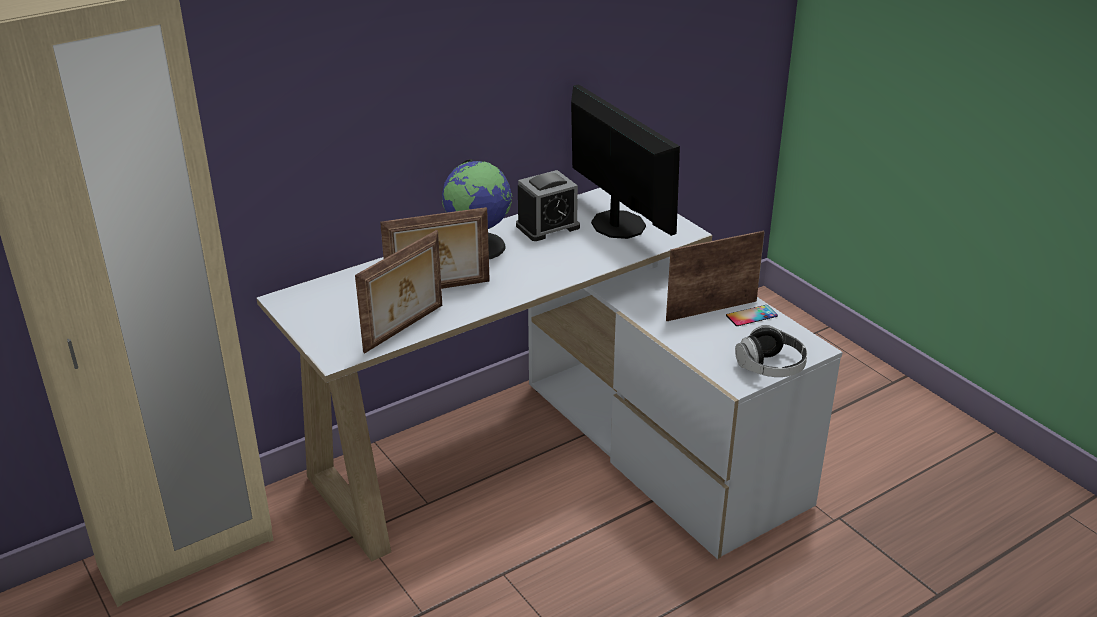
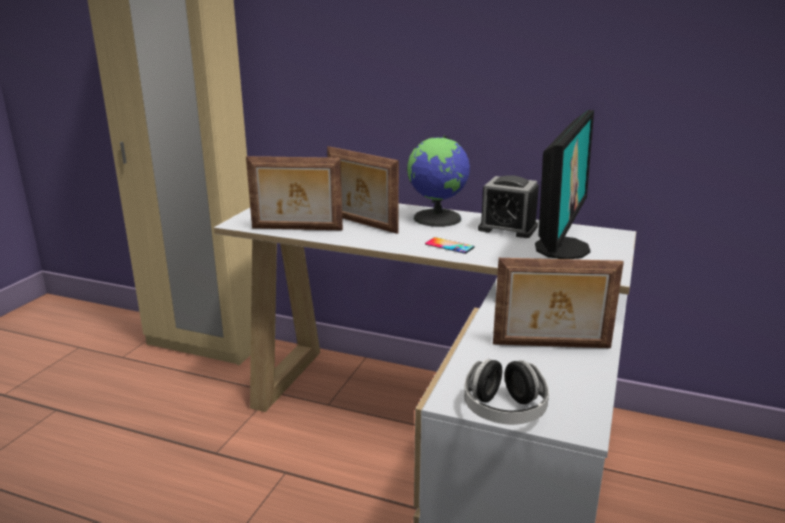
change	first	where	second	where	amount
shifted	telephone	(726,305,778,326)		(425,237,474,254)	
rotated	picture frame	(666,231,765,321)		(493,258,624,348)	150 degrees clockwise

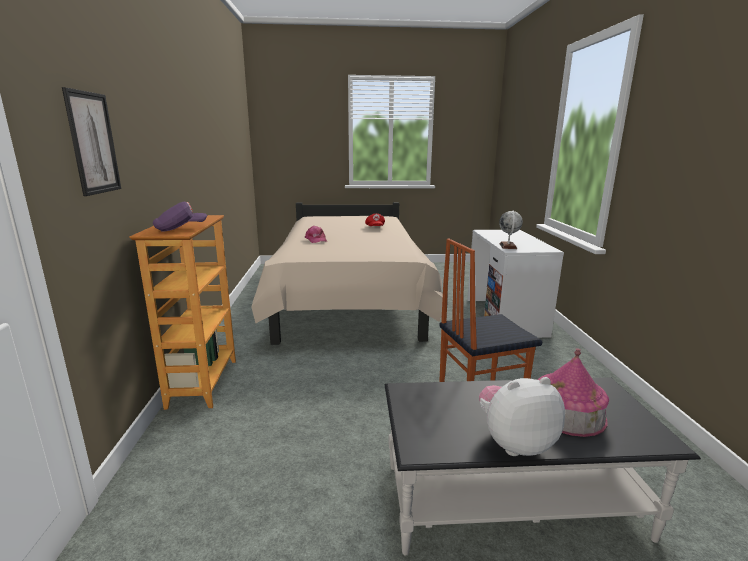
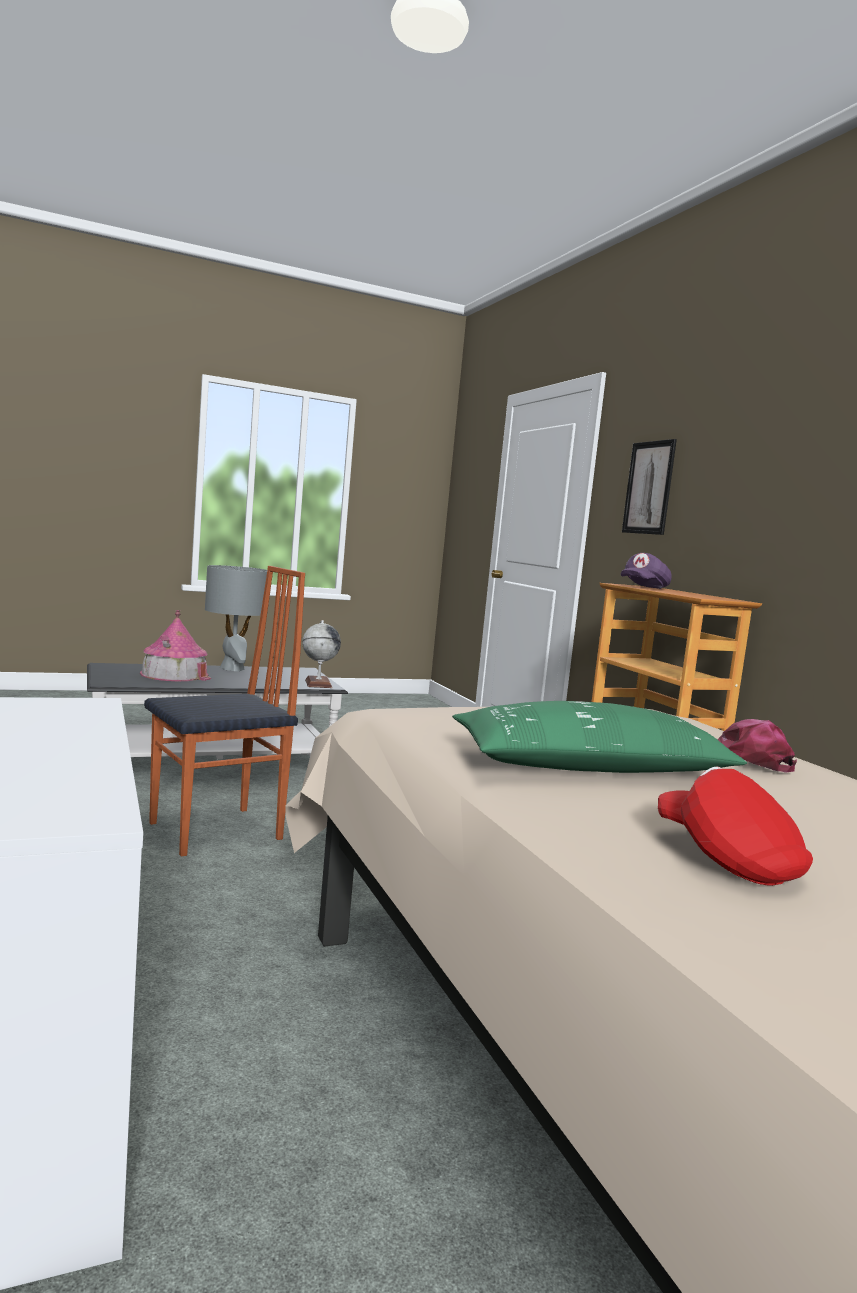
change	first	where	second	where	amount
new			green-coloured throw pillow	(452,701,747,773)	
shifted	world globe	(499,211,523,249)		(302,620,341,688)	
swapped	soft toy	(479,377,565,456)	grey table lamp	(205,565,267,671)	

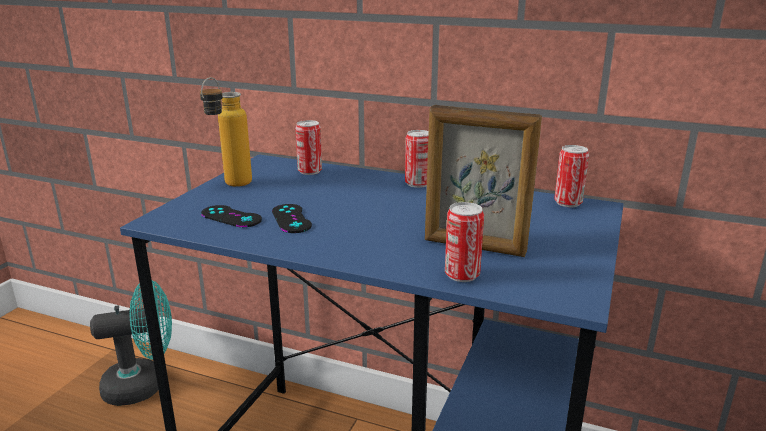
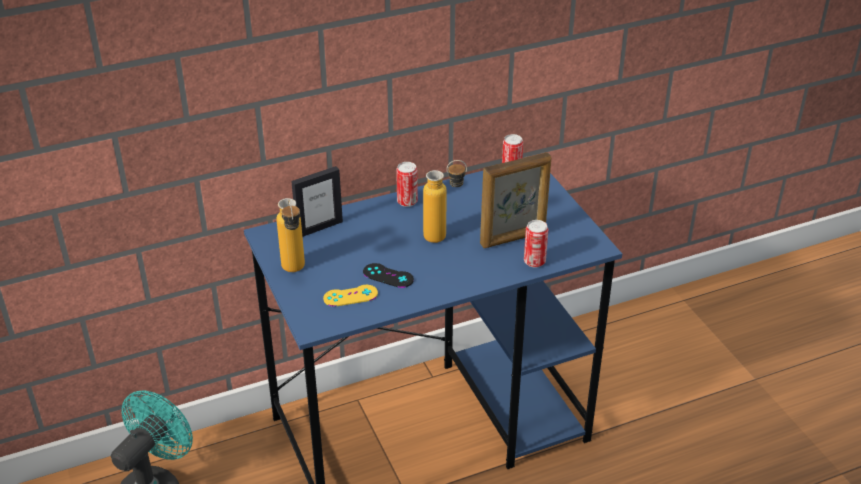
change	first	where	second	where	amount
new			beverage bottle	(423,160,467,243)	
swapped	metal can	(295,120,322,175)	picture frame	(291,166,343,237)	
repainted	black-coloured gamepad	(201,205,262,227)	yellow gamepad	(323,285,378,307)	

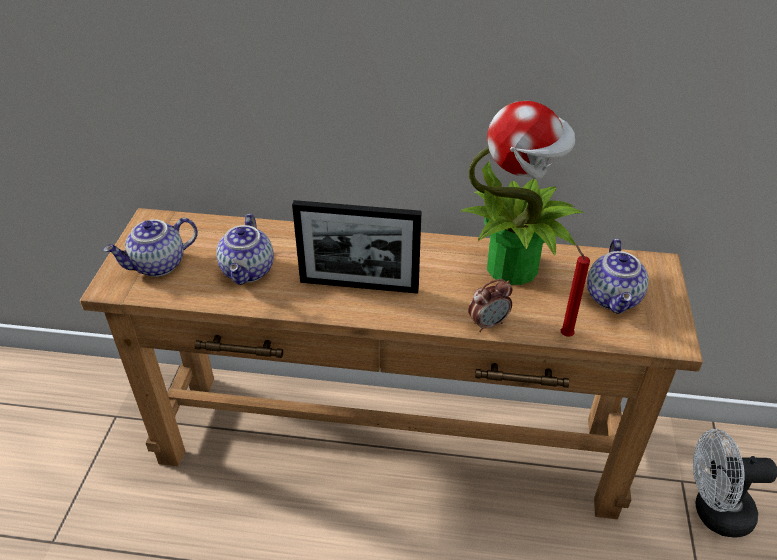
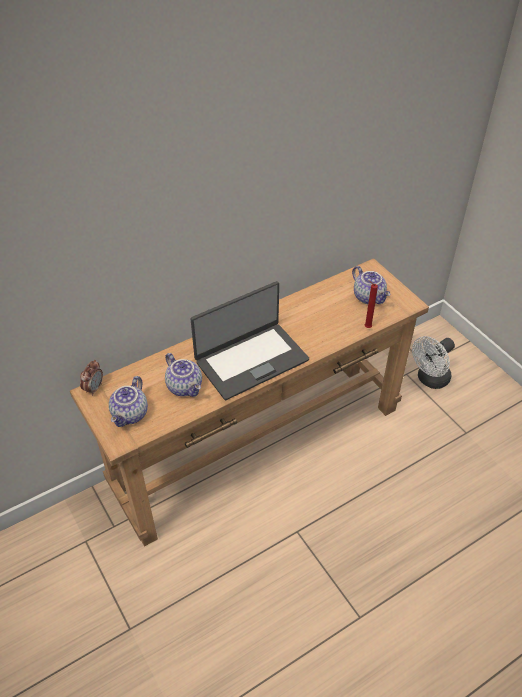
change	first	where	second	where	amount
gone	potted plant	(460,101,584,285)			
shifted	bedside clock	(468,279,513,332)		(80,360,103,396)	
swapped	picture frame	(292,200,422,294)	laptop	(191,281,309,400)	

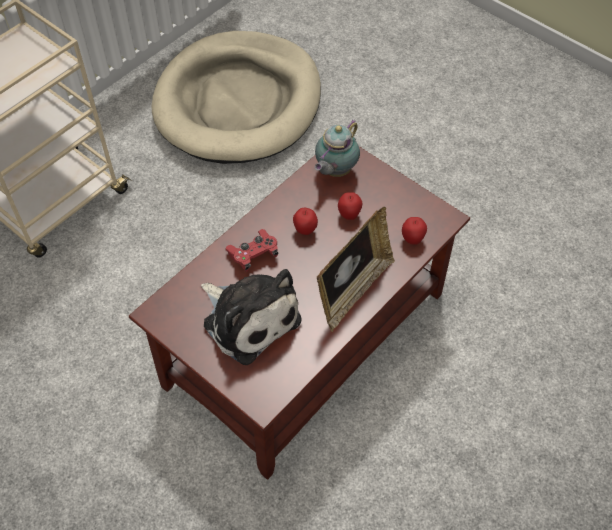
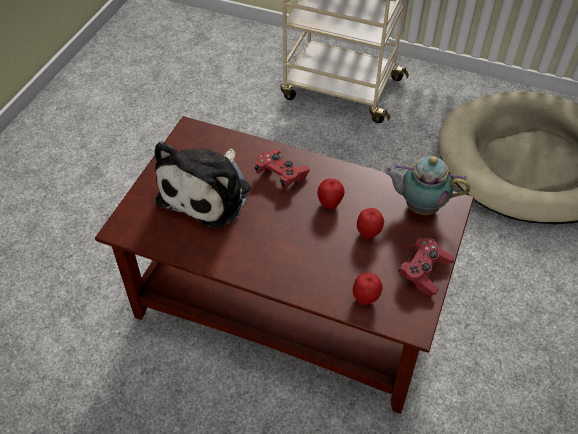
change	first	where	second	where	amount
gone	picture frame	(317,207,395,332)			
new			red gamepad	(398,238,454,296)	

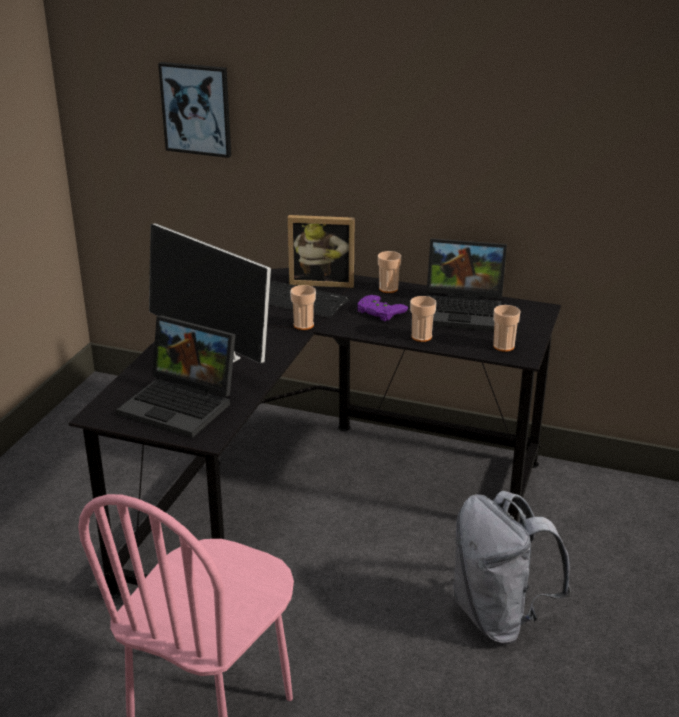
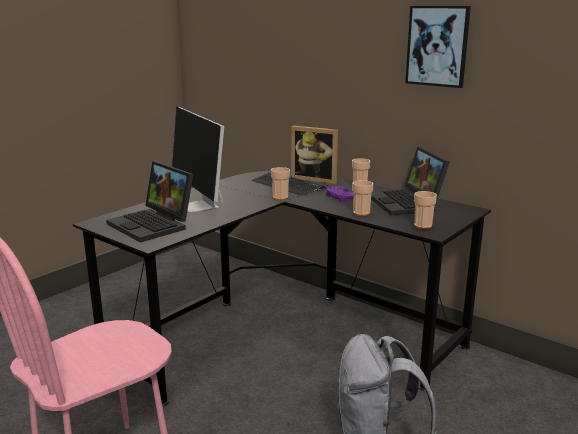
change	first	where	second	where	amount
shifted	wall art	(158,62,231,158)		(405,6,471,88)	
rotated	laptop	(427,238,507,331)		(371,147,450,215)	45 degrees clockwise

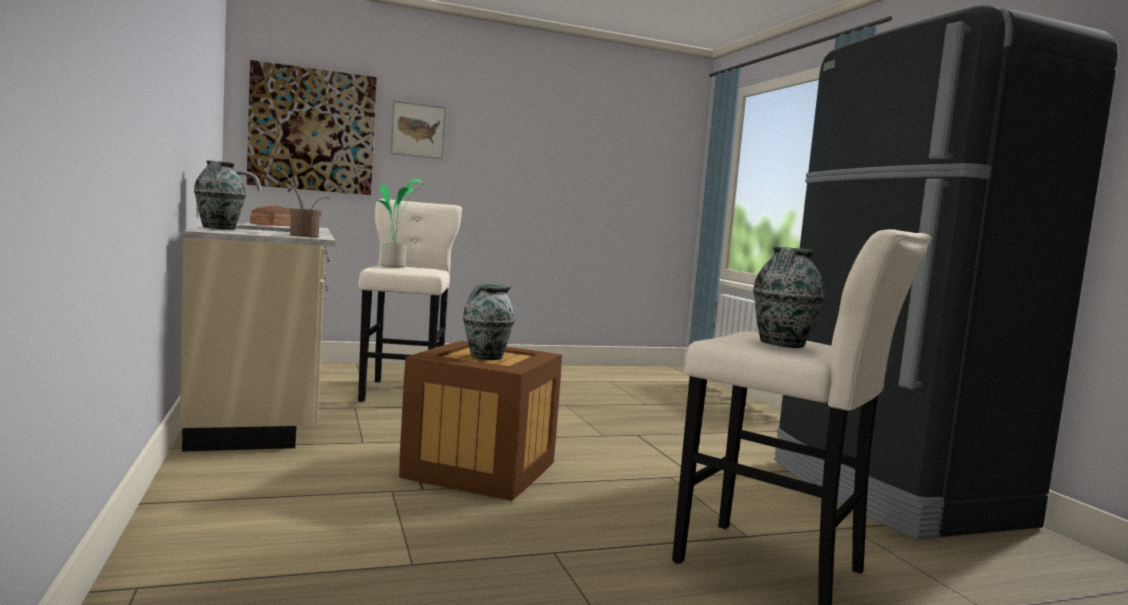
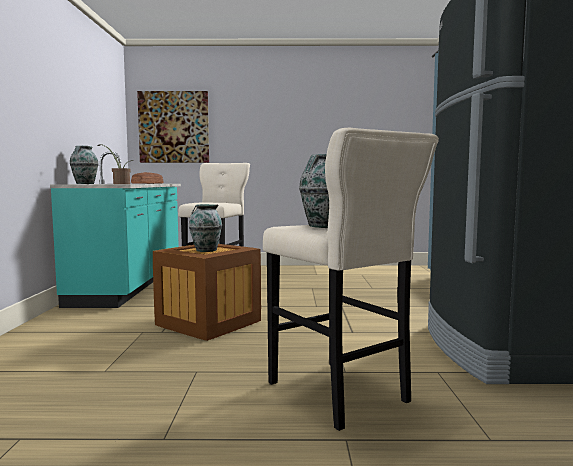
change	first	where	second	where	amount
gone	potted plant	(374,179,425,268)			
gone	wall art	(390,100,446,159)			
repainted	sand-coloured kitchen base unit	(180,170,335,451)	blue-green kitchen base unit	(50,152,181,308)	

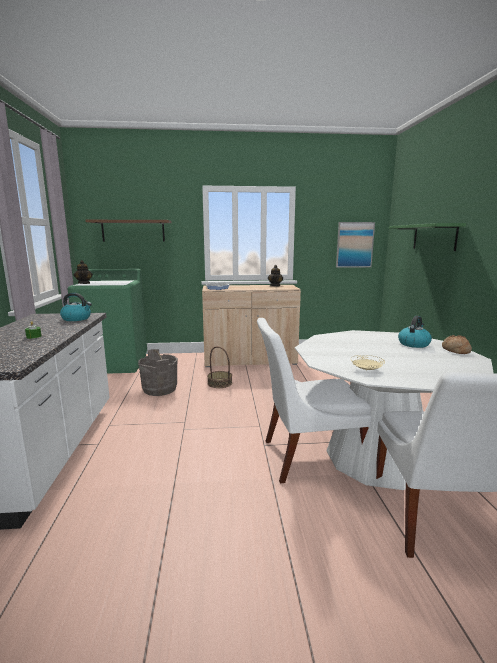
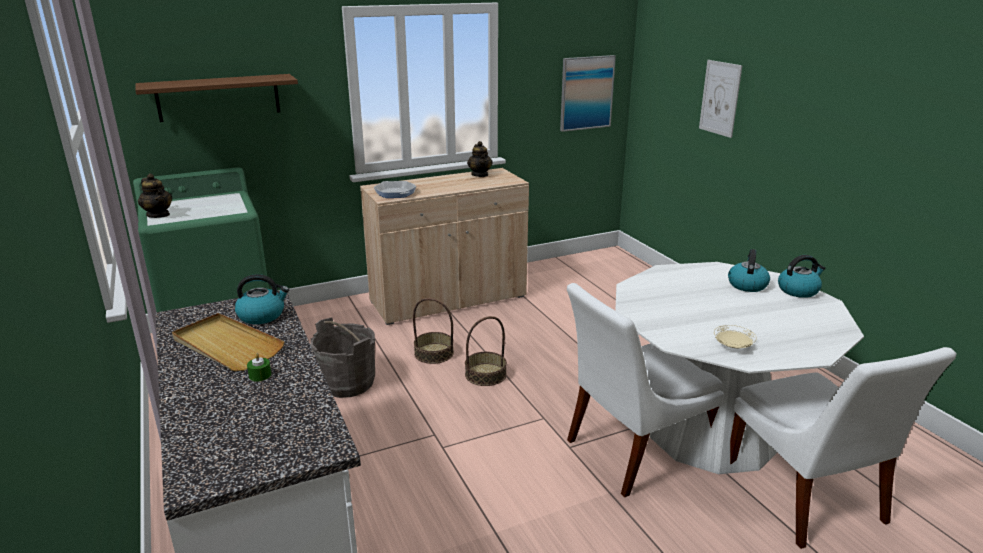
change	first	where	second	where	amount
new			sand-coloured serving tray	(172,313,285,371)	
new			basket	(465,316,507,386)	
swapped	green-coloured wall shelf	(389,223,466,251)	wall art	(699,60,742,138)	
swapped	baked bread	(442,335,472,354)	tea kettle	(778,255,825,298)	

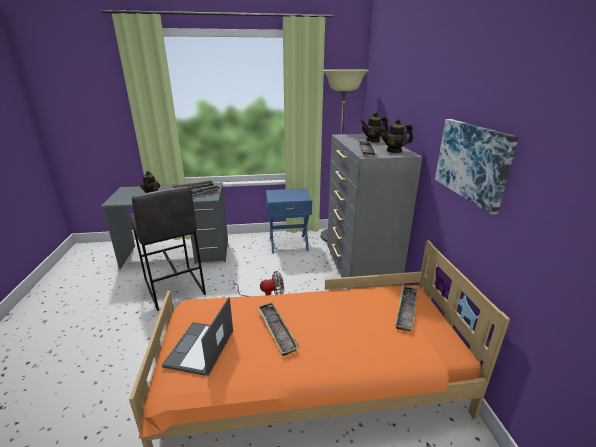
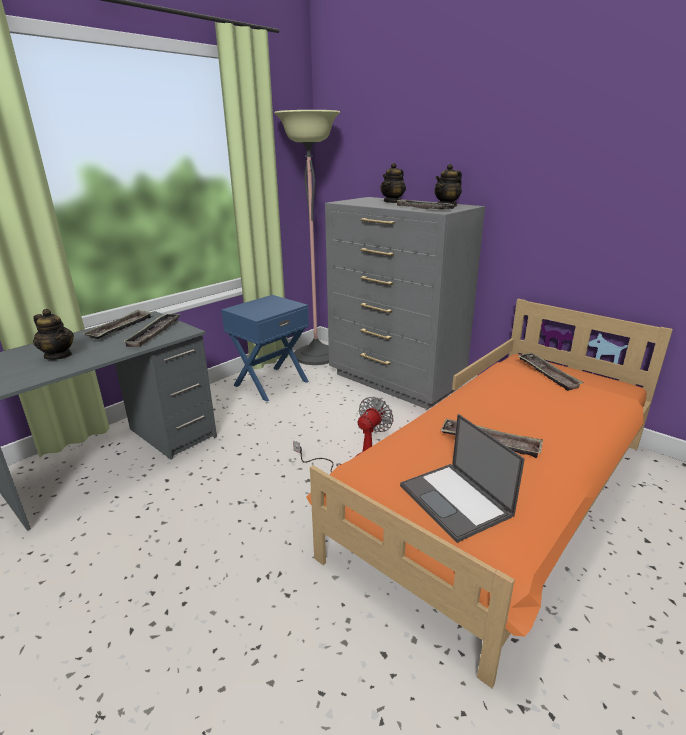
change	first	where	second	where	amount
gone	grey stool seat	(129,186,206,311)			
gone	wall art	(435,119,519,214)			

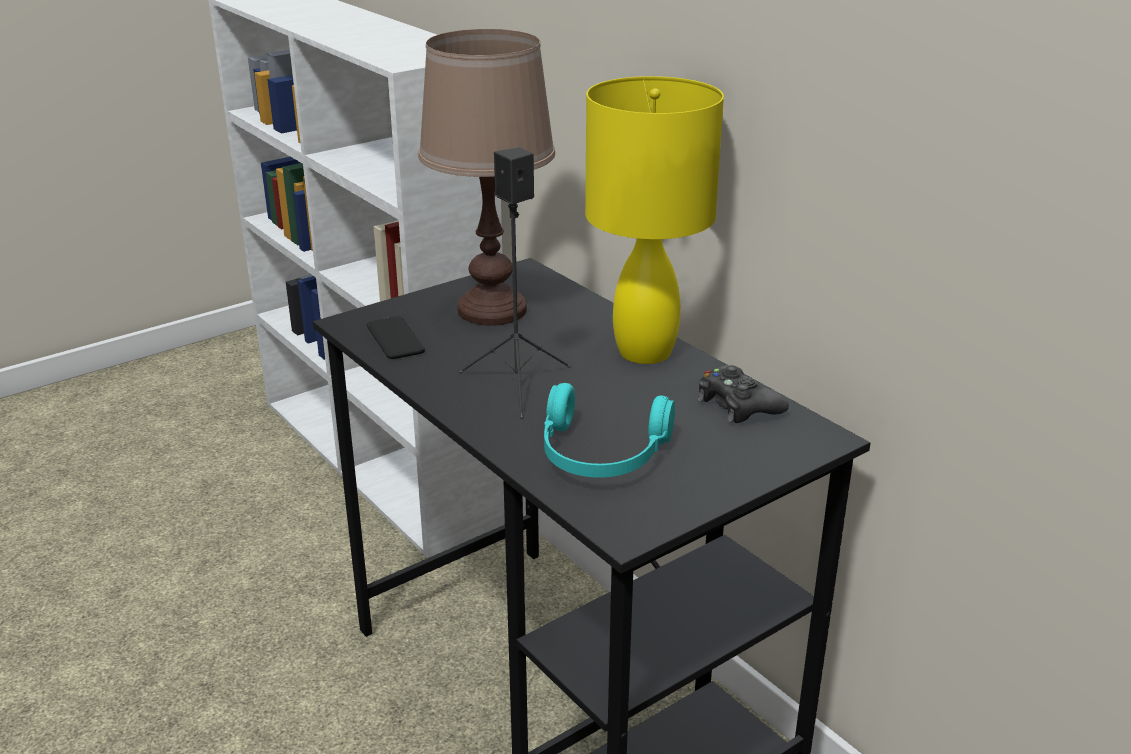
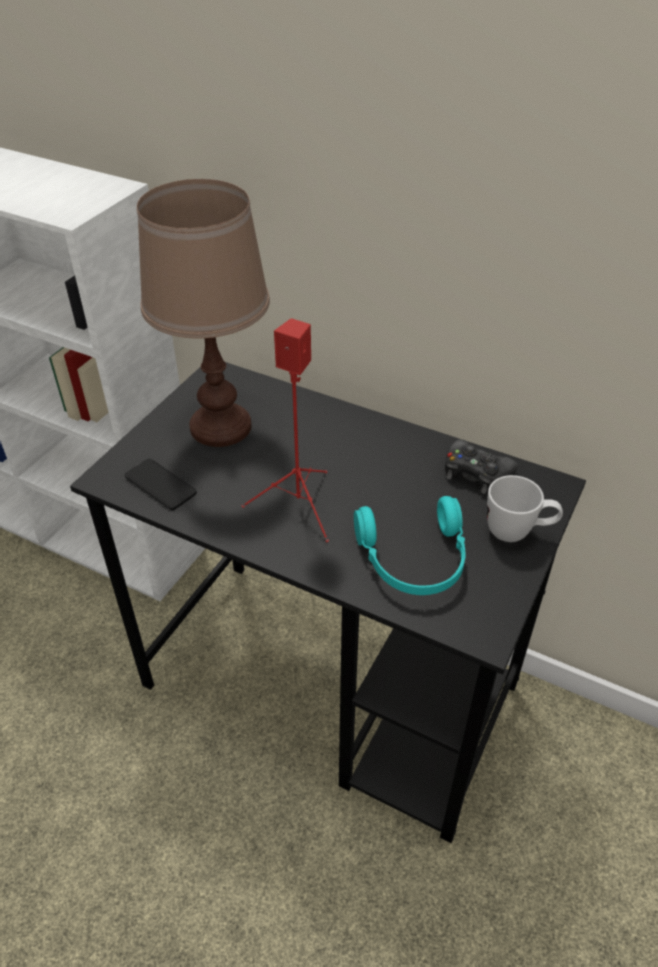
change	first	where	second	where	amount
gone	yellow table lamp	(585,76,724,364)			
new			white mug	(487,475,563,542)	
repainted	black-coloured loudspeaker	(459,147,571,419)	red loudspeaker	(242,318,329,542)	

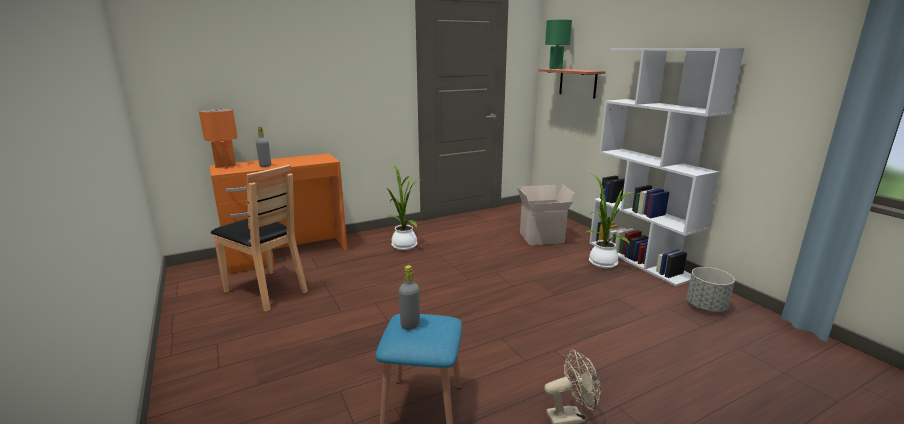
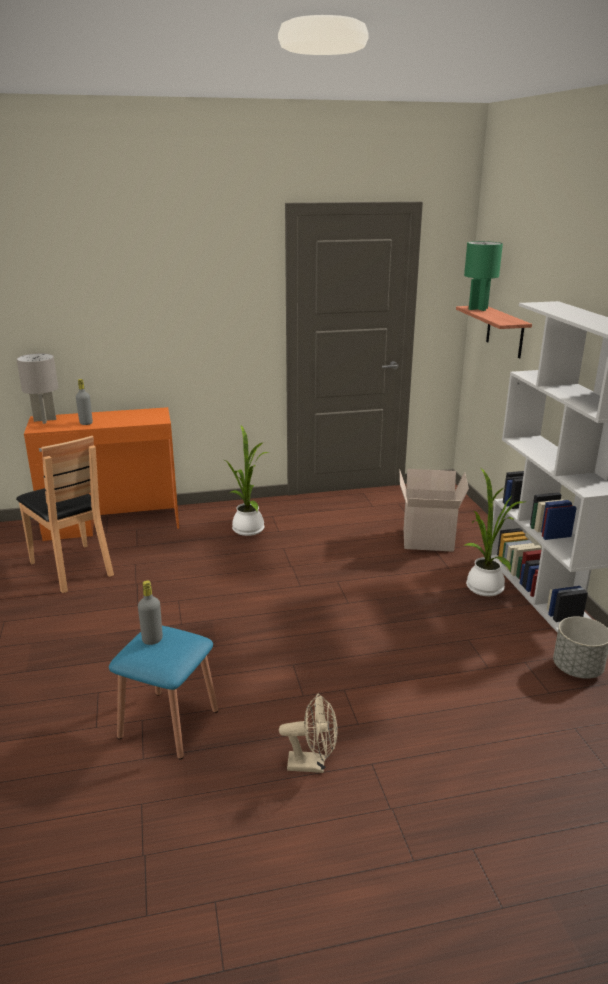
change	first	where	second	where	amount
repainted	orangey table lamp	(199,108,237,169)	grey table lamp	(17,353,58,424)	

